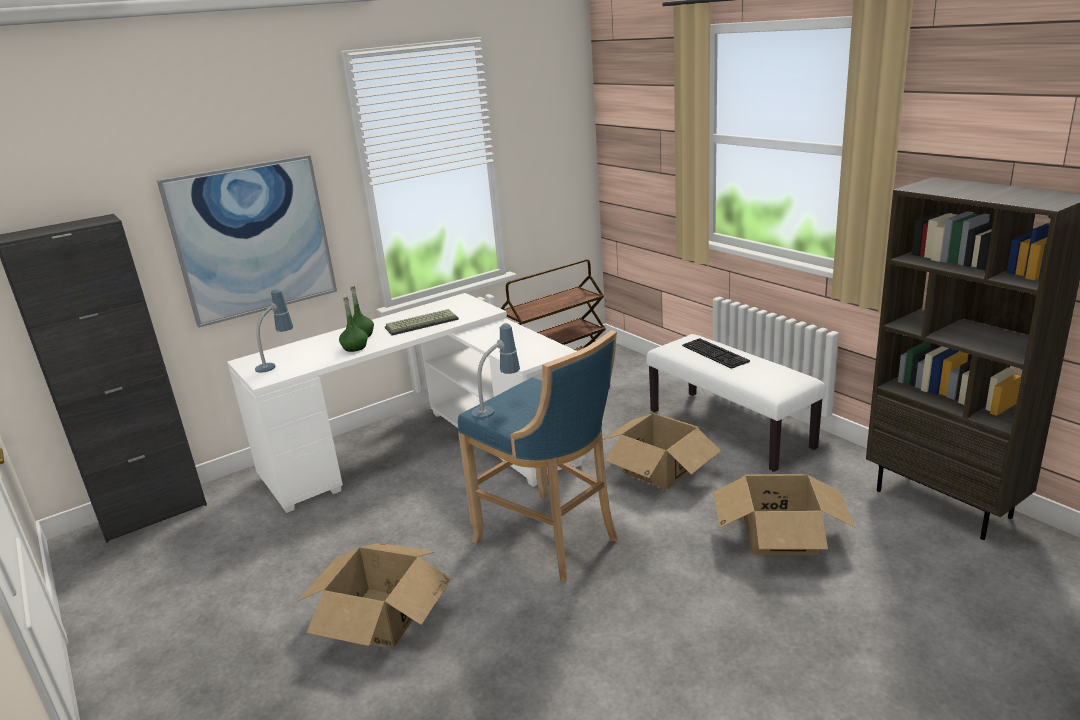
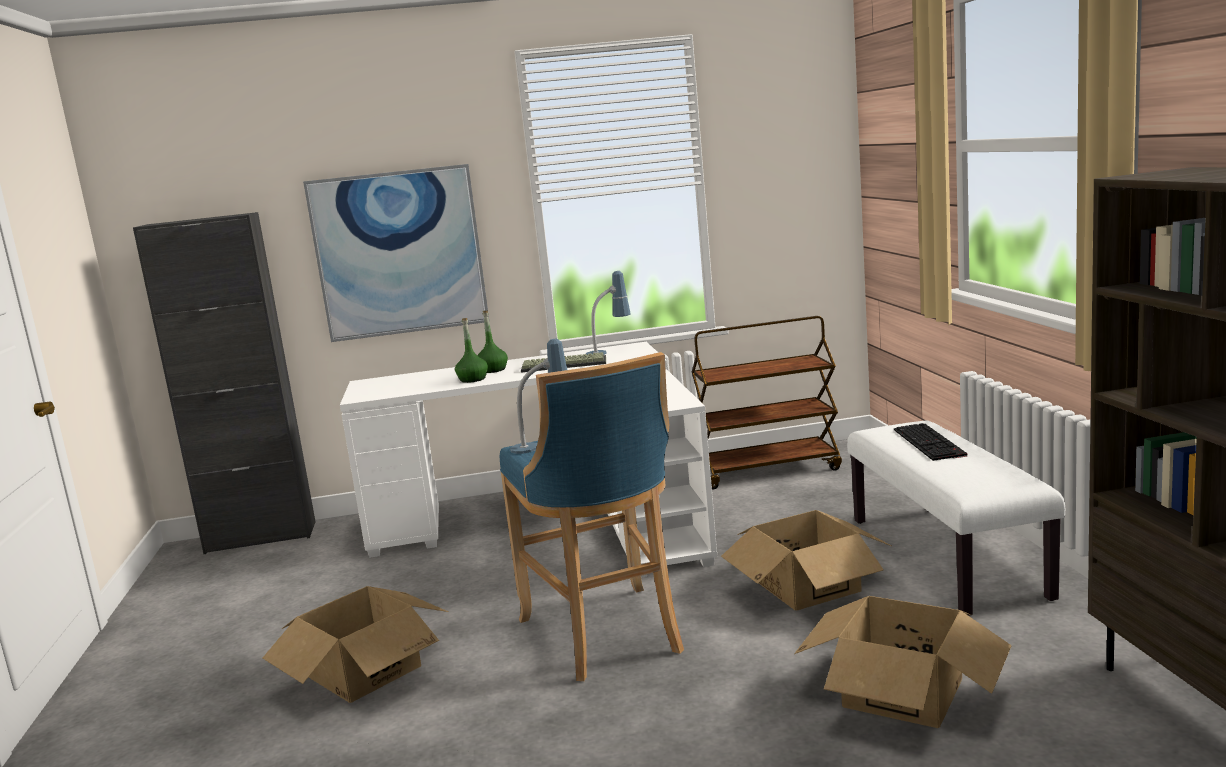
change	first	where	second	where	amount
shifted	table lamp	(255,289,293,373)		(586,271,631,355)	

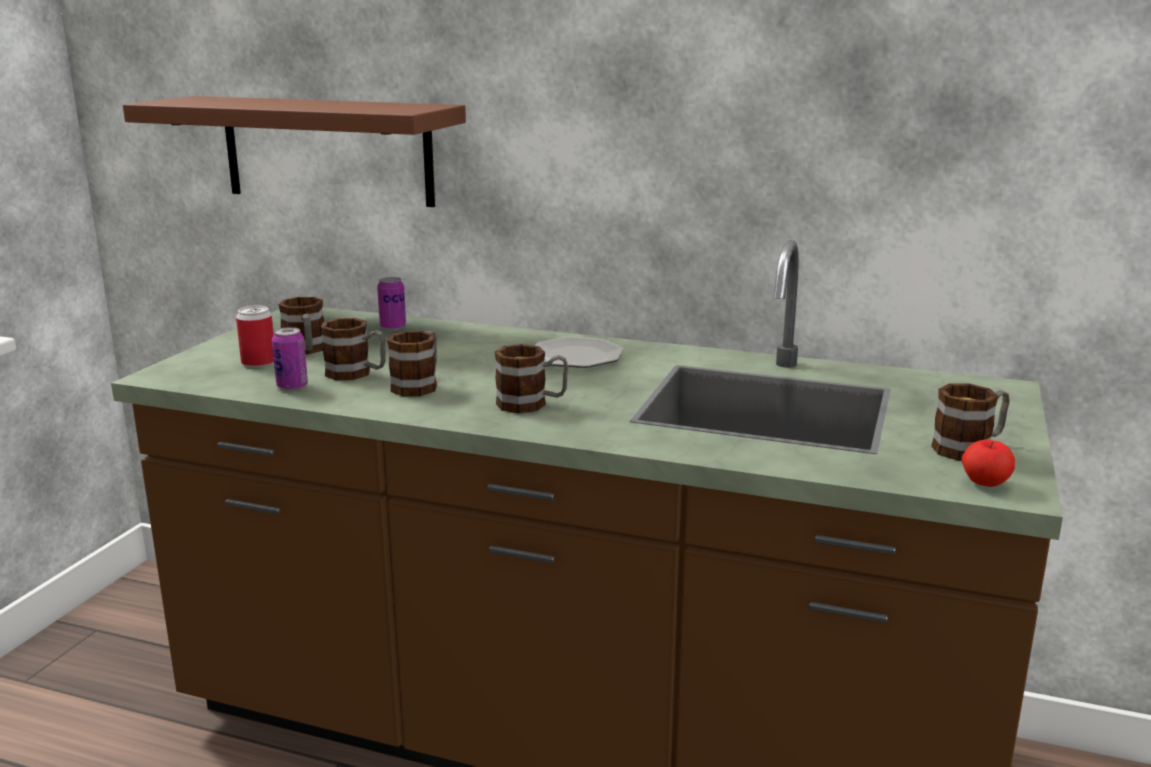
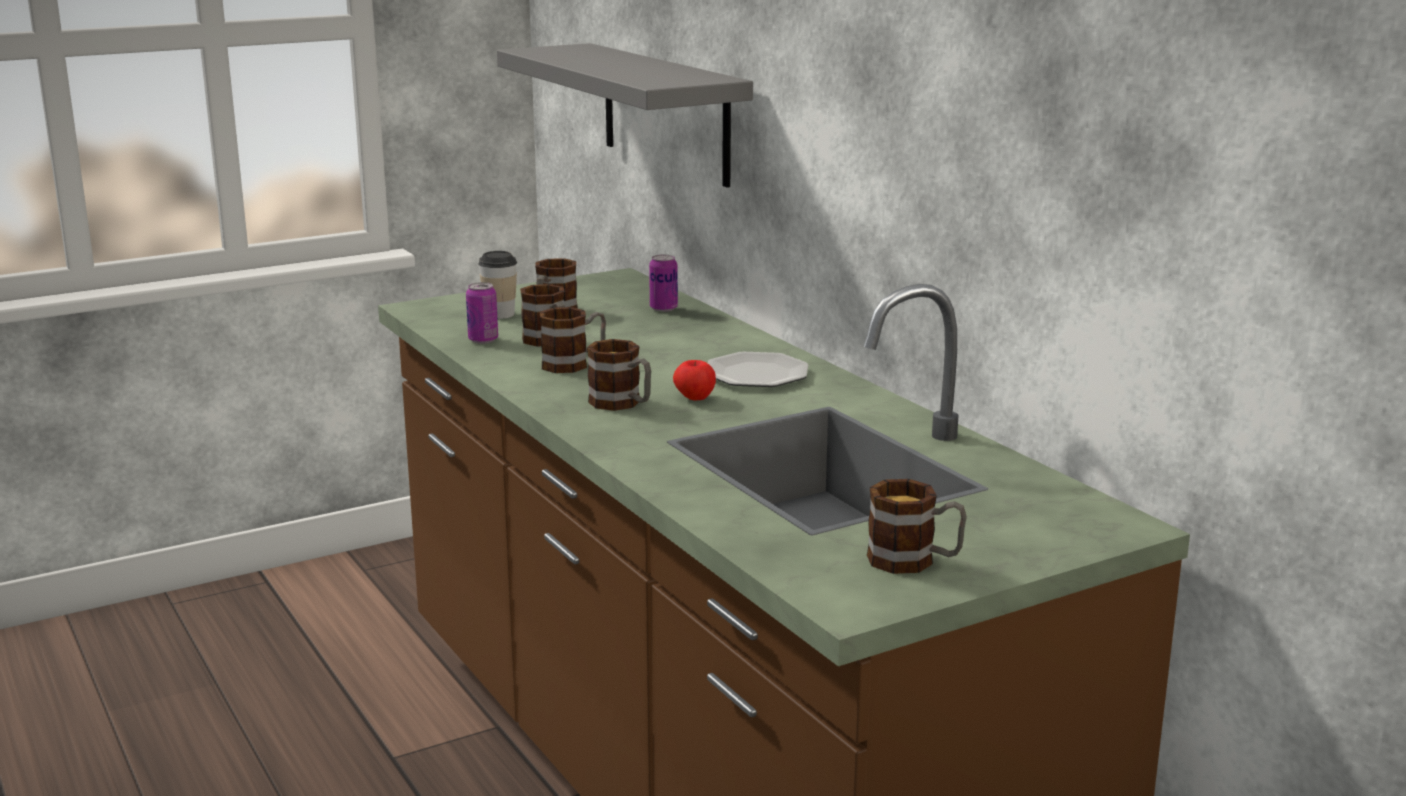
change	first	where	second	where	amount
shifted	apple	(962,439,1015,487)		(673,360,716,401)	
swapped	metal can	(236,305,274,367)	cup	(478,251,517,319)	
repainted	brown-coloured wall shelf	(123,96,466,207)	grey wall shelf	(497,43,753,188)	

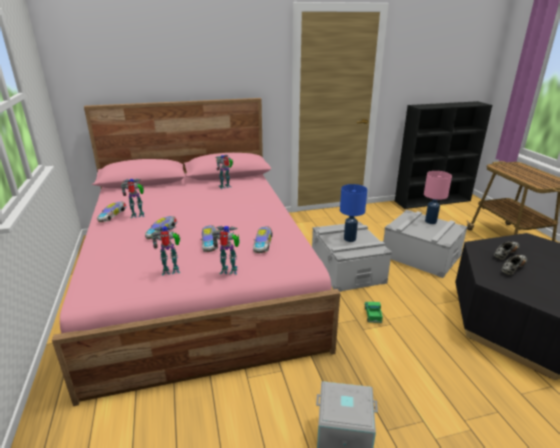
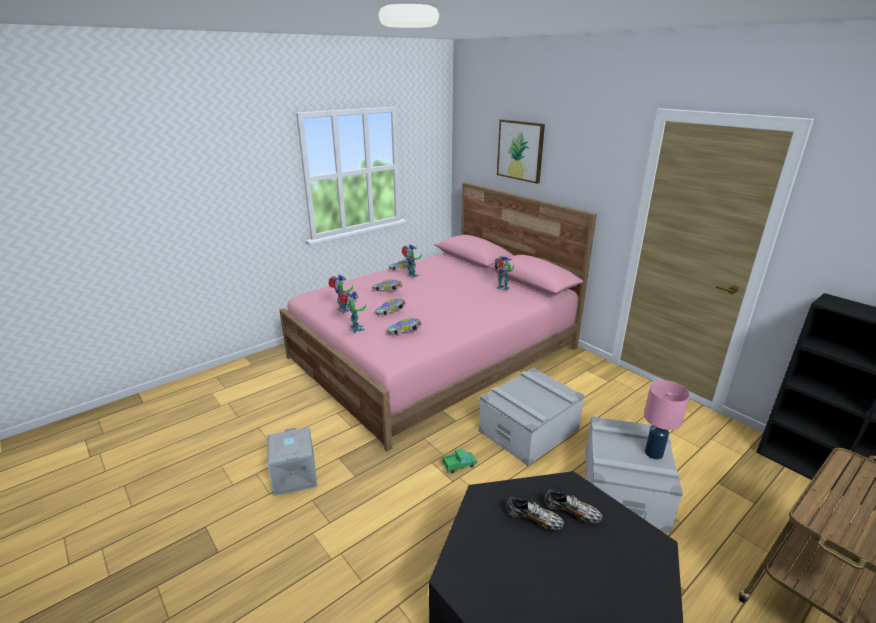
change	first	where	second	where	amount
gone	bluish table lamp	(340,184,367,242)			
new			wall art	(497,119,545,184)	

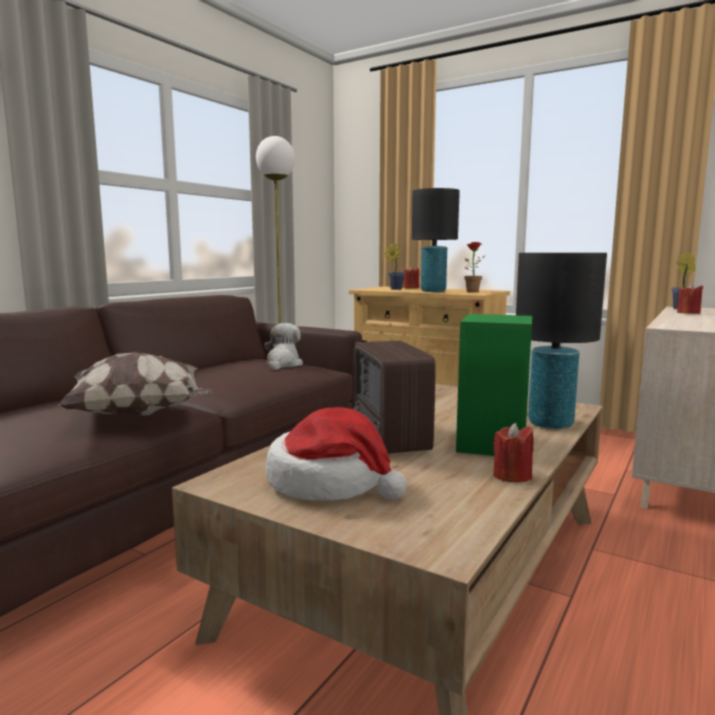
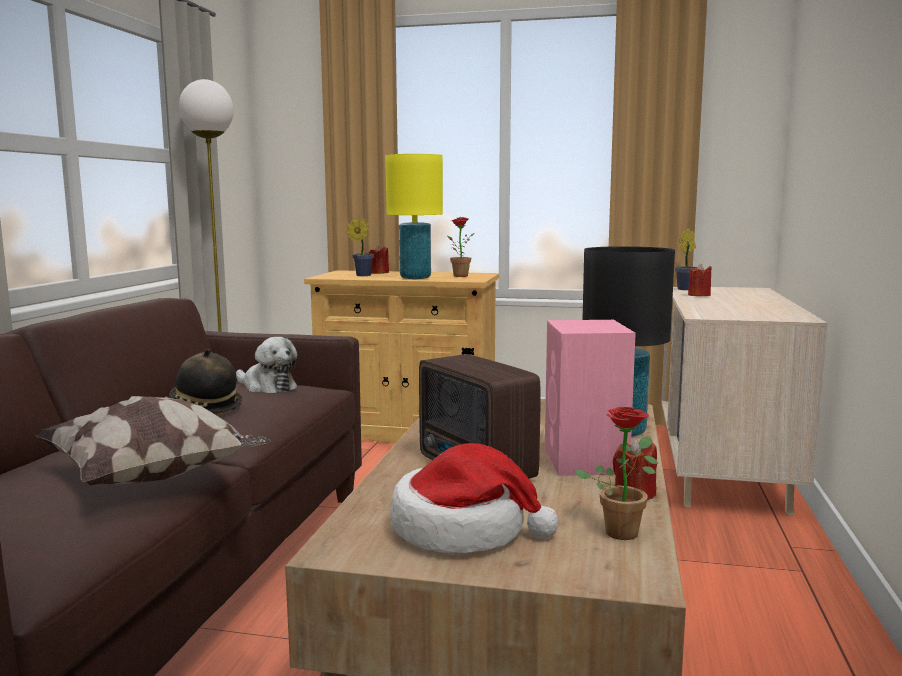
change	first	where	second	where	amount
new			wearable hat	(169,349,242,415)	
new			potted plant	(574,407,658,540)	
repainted	black-coloured table lamp	(412,188,460,292)	yellow table lamp	(385,154,443,279)	
repainted	green-coloured loudspeaker	(456,314,532,456)	pink loudspeaker	(545,320,636,476)	
rotated	soft toy	(264,323,303,370)		(236,337,298,393)	135 degrees clockwise

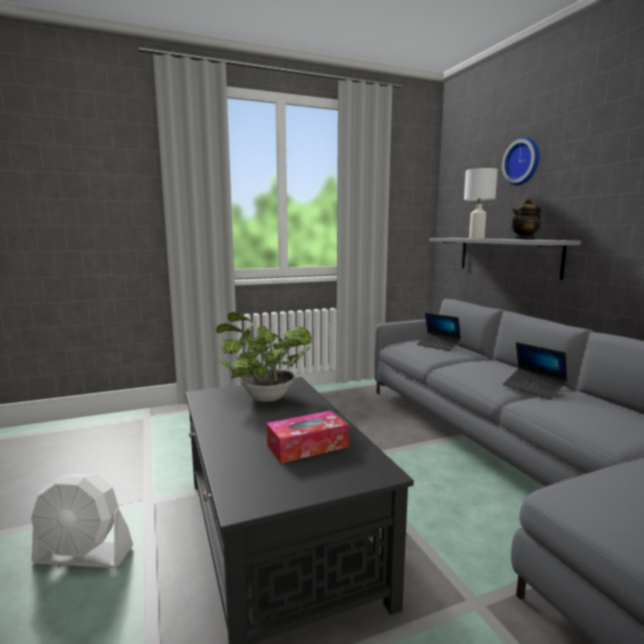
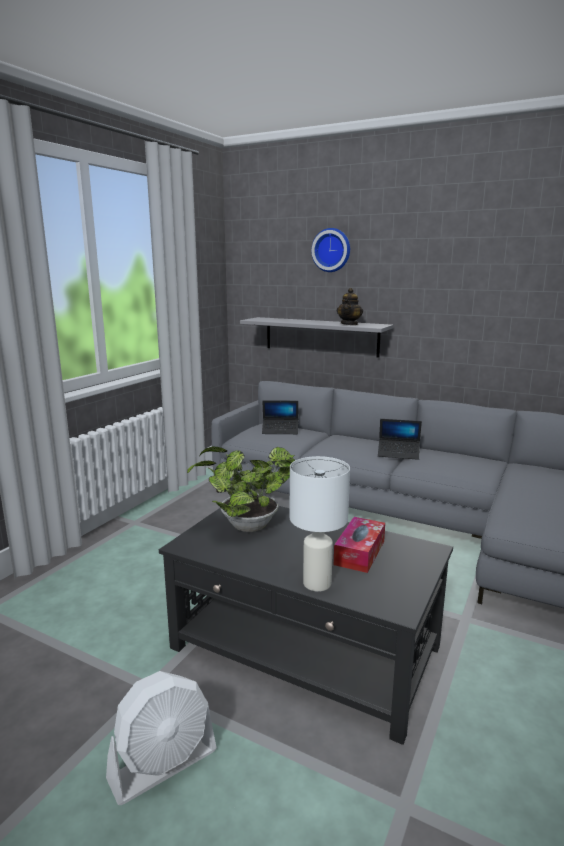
change	first	where	second	where	amount
shifted	white table lamp	(464,168,498,239)		(290,456,350,592)	

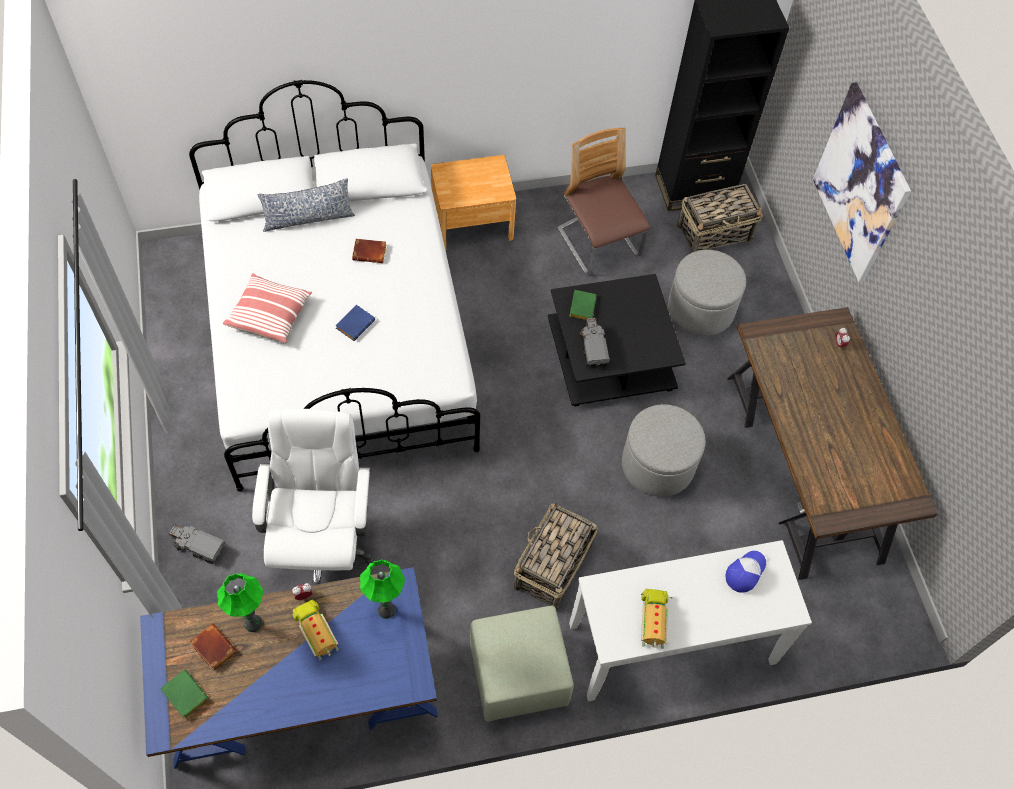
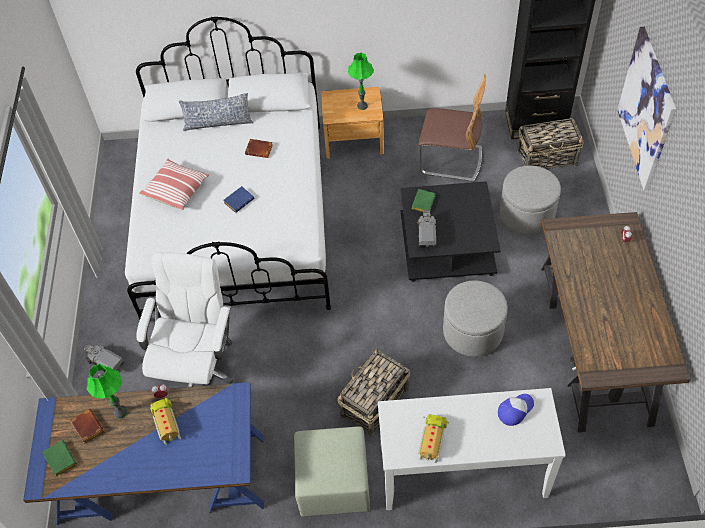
change	first	where	second	where	amount
shifted	green-coloured table lamp	(360,559,405,619)		(348,52,374,110)	
rotated	chair	(557,128,650,275)		(418,74,486,182)	120 degrees clockwise

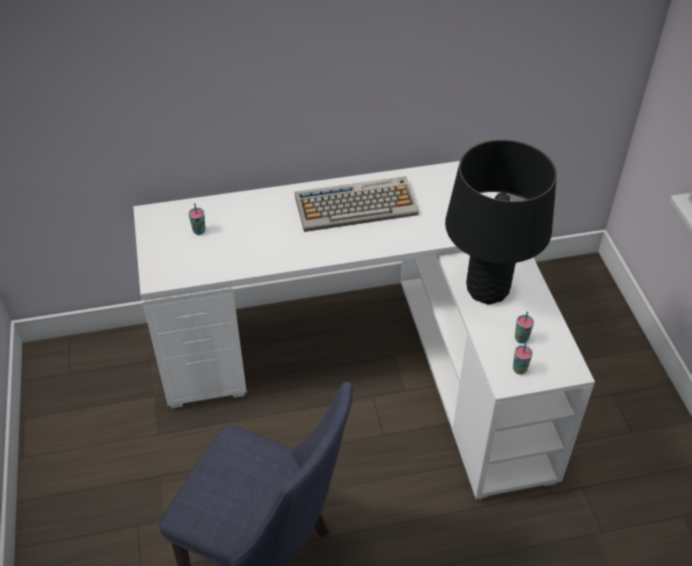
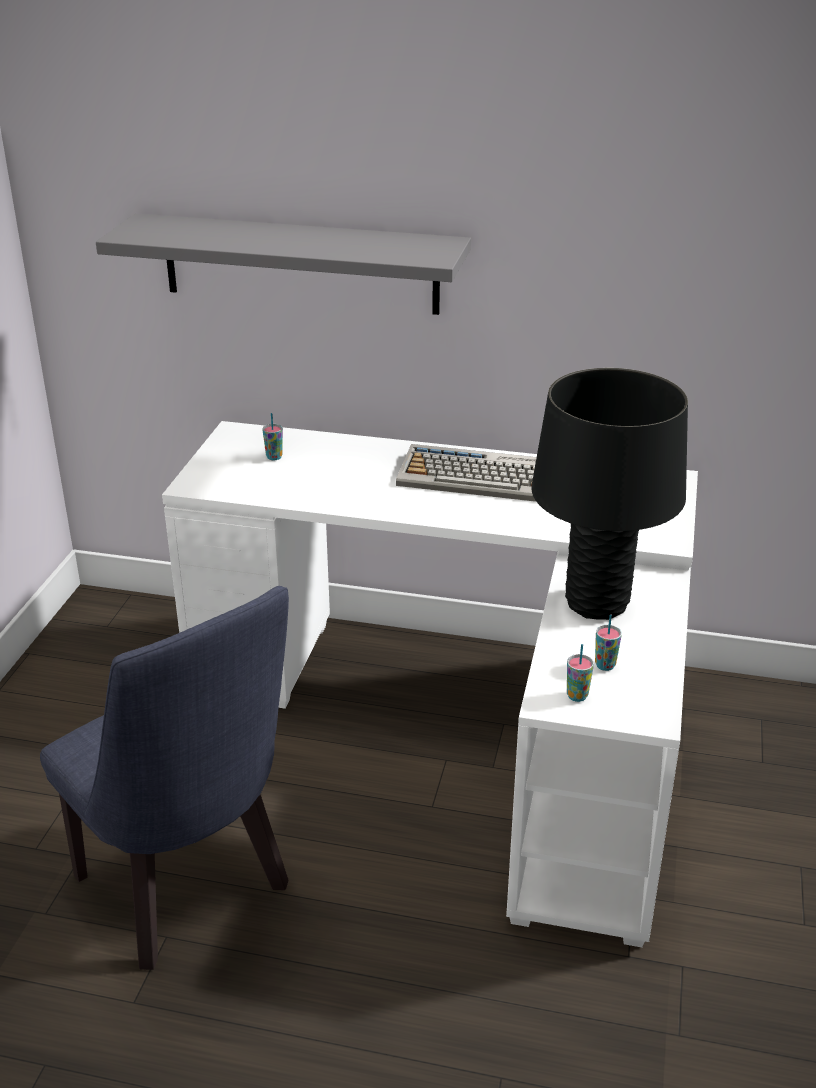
change	first	where	second	where	amount
new			grey wall shelf	(96,213,471,315)	

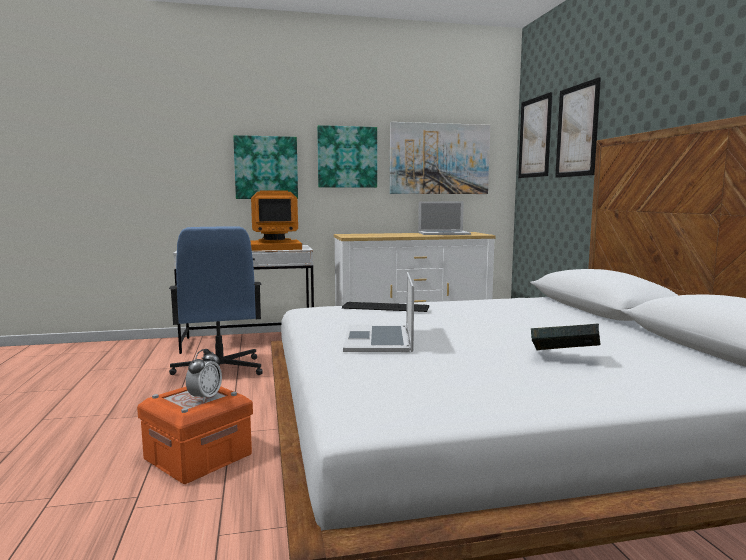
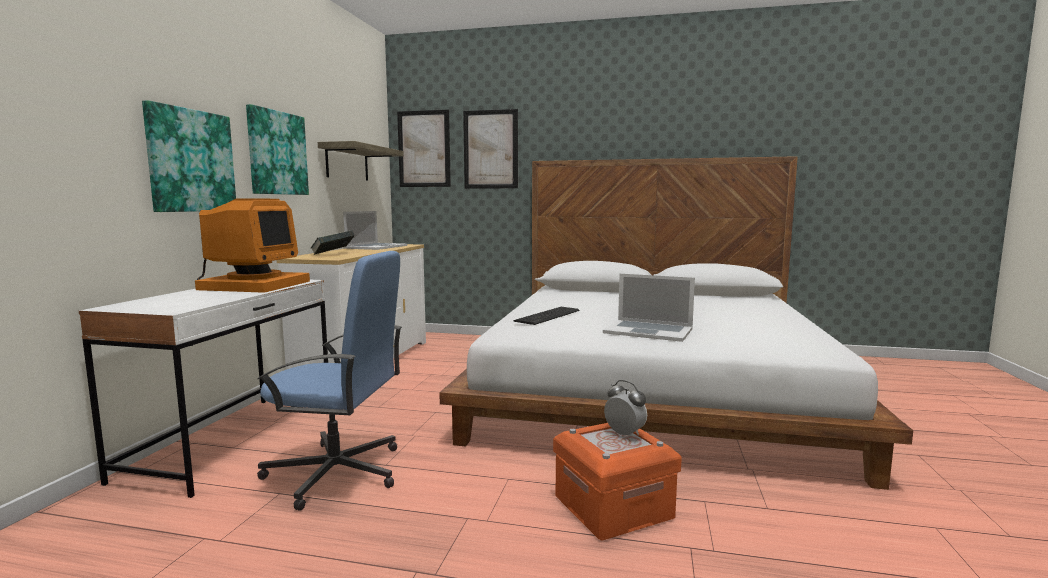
change	first	where	second	where	amount
shifted	bound book	(531,323,600,350)		(311,230,355,255)	
swapped	wall art	(390,122,490,194)	wall shelf	(318,141,404,181)	

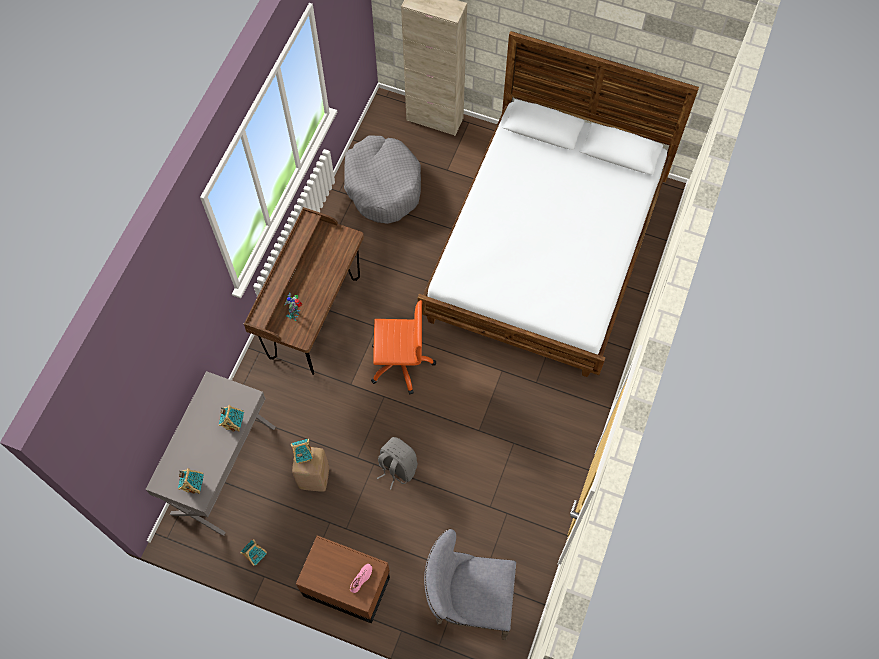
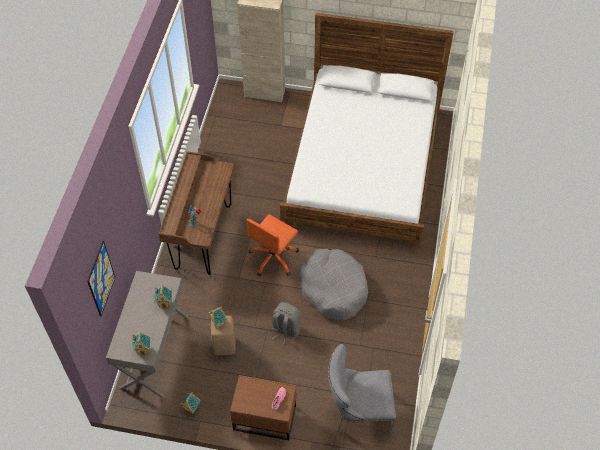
change	first	where	second	where	amount
new			wall art	(87,241,115,316)	
shifted	grey dog bed	(344,136,421,224)		(299,248,368,320)	
rotated	orangey computer chair	(371,300,436,395)		(246,214,299,276)	135 degrees clockwise

